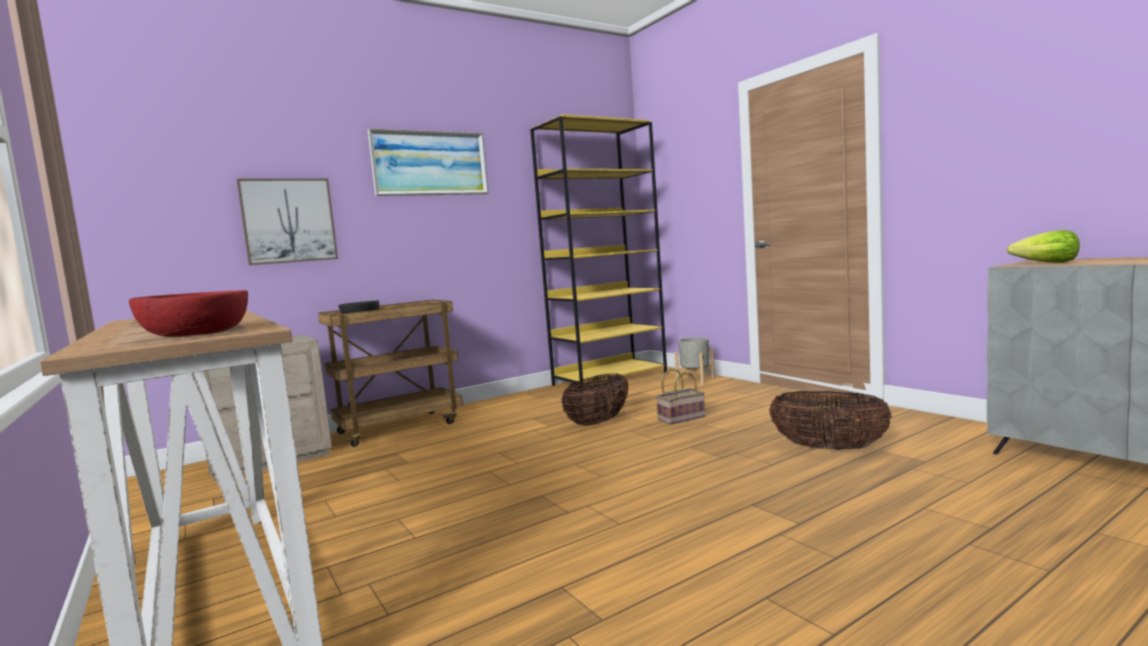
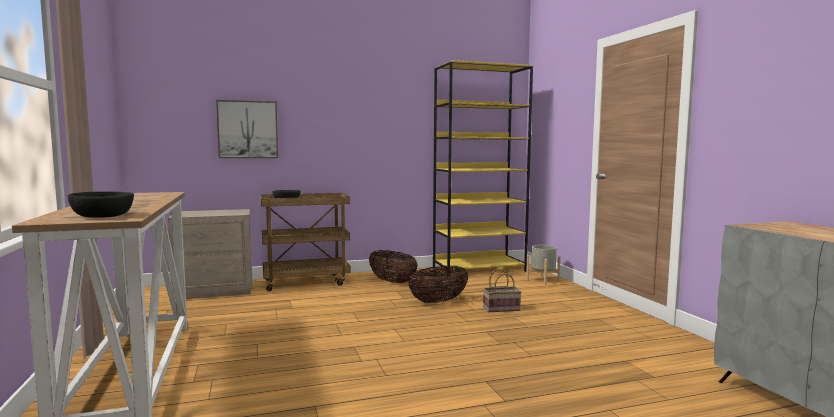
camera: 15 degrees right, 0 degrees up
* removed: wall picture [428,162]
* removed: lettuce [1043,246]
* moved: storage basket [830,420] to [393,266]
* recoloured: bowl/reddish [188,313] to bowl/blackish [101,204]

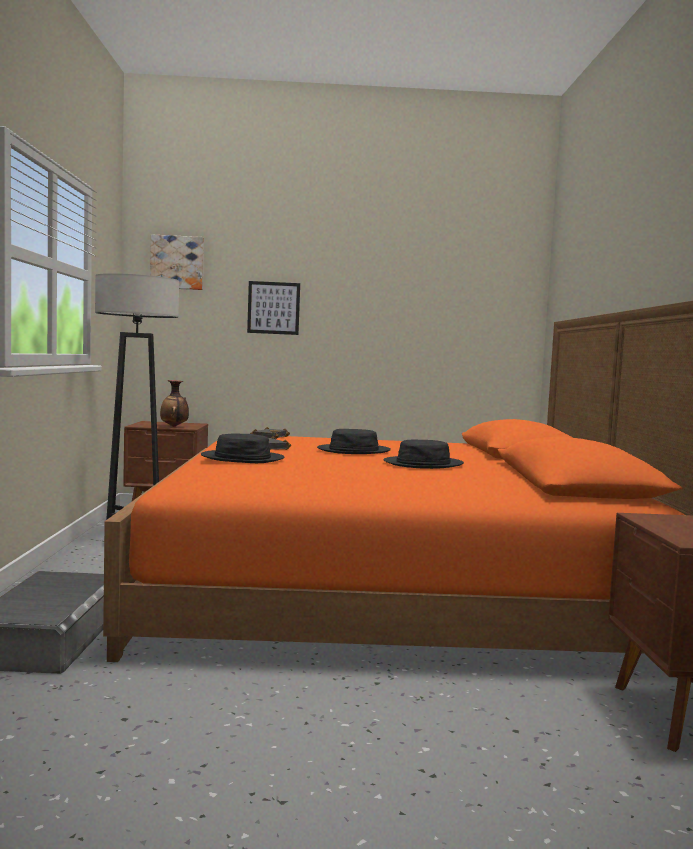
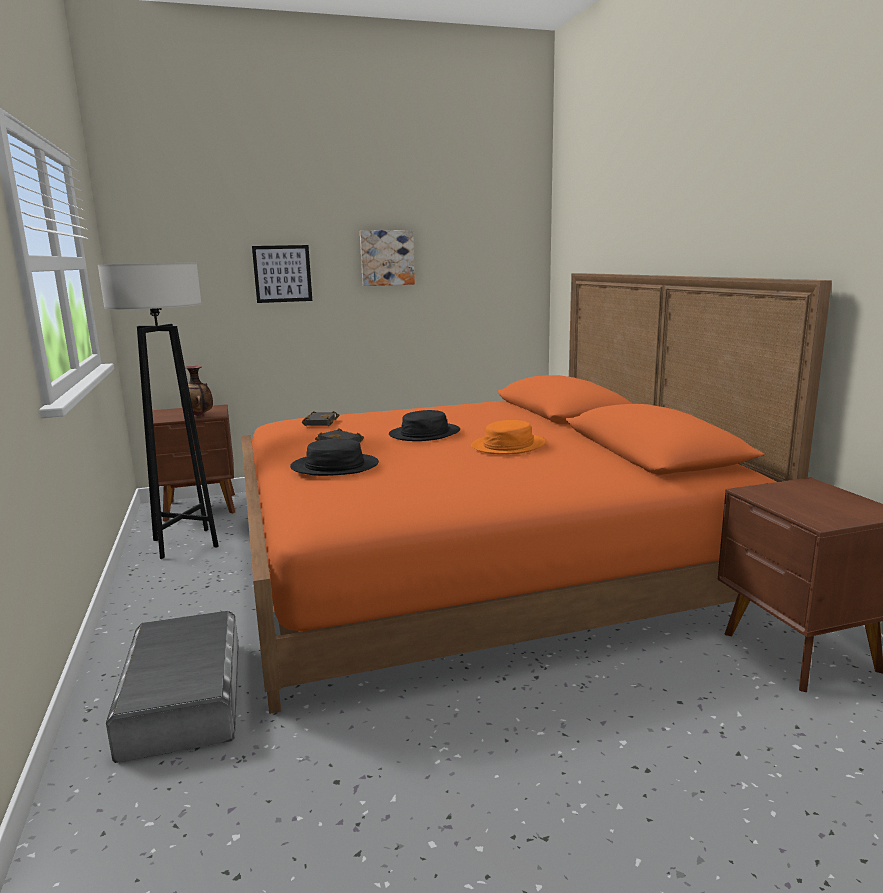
camera: 15 degrees left, 10 degrees up
* moved: wall picture [177,262] to [387,258]
* recoloured: clothing hat/blackish [424,454] to clothing hat/orangey [508,437]

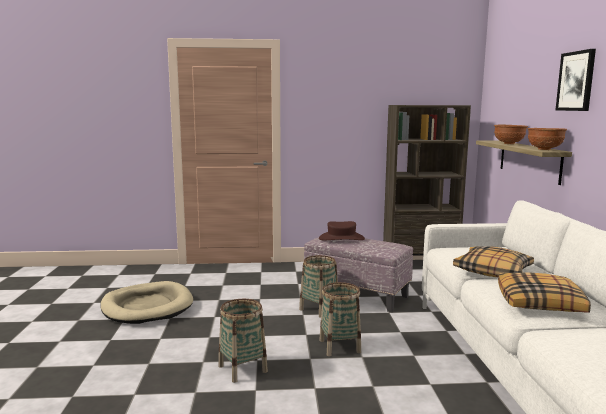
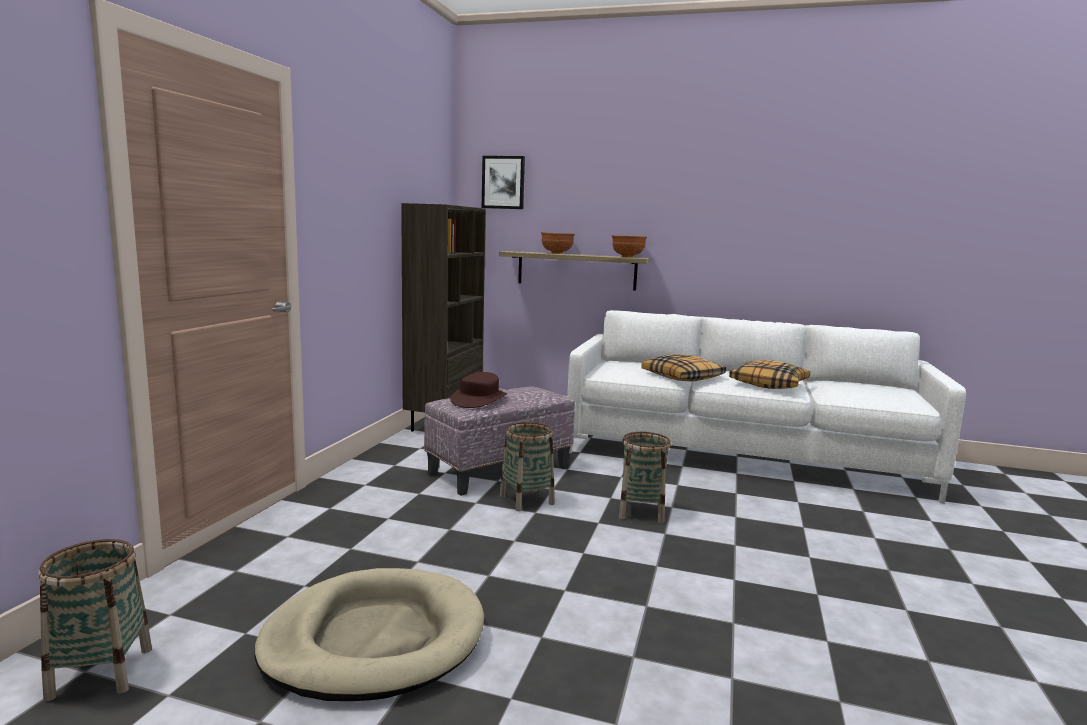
camera: 70 degrees left, 0 degrees up
* moved: storage basket [243,341] to [95,620]
* moved: wall picture [576,80] to [503,182]

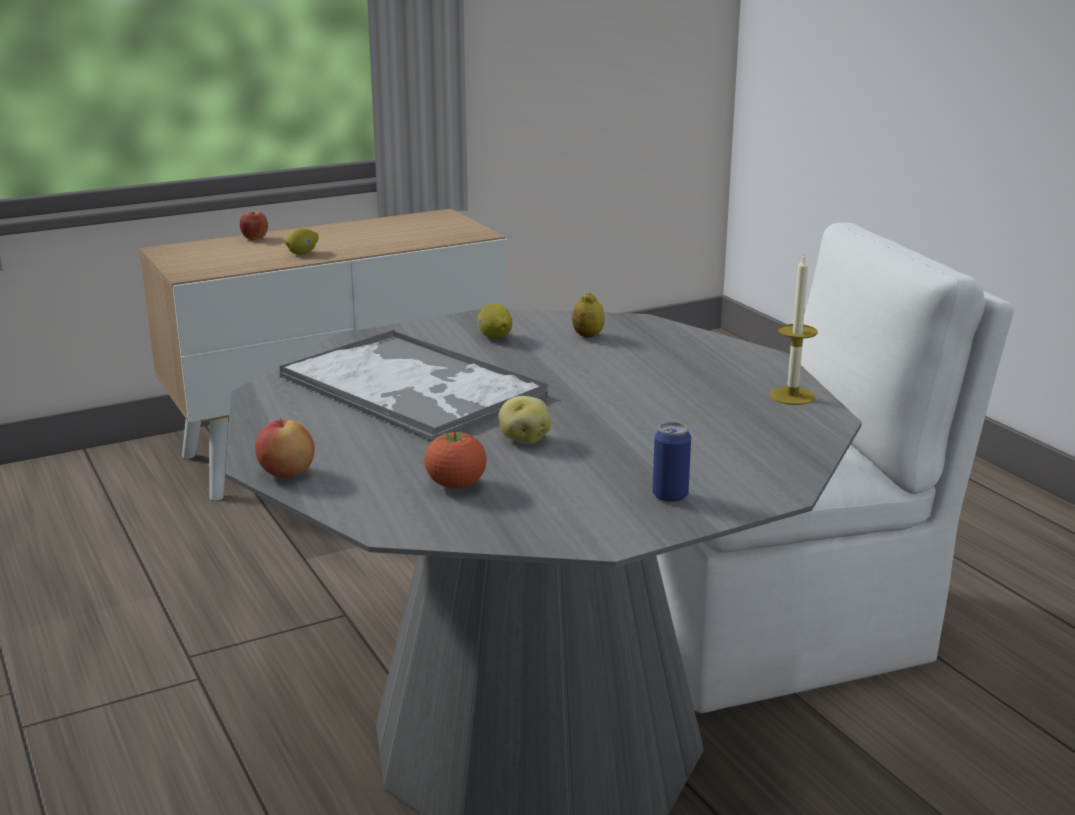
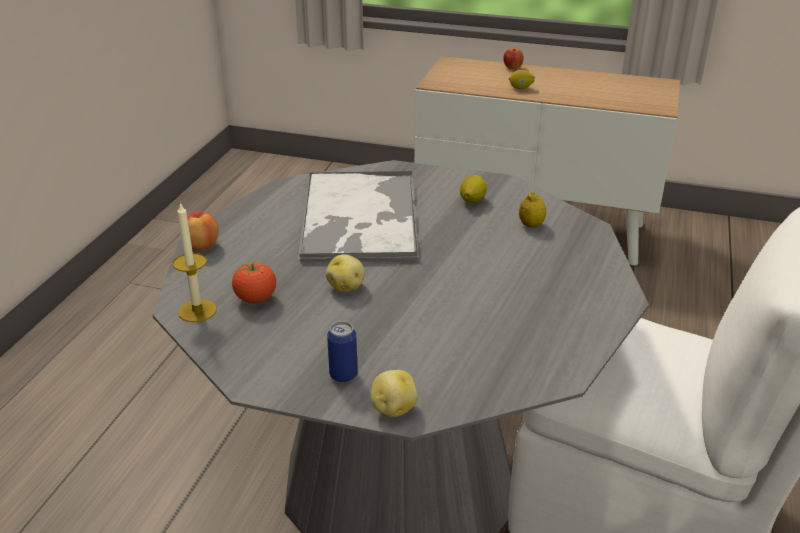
camera: 45 degrees right, 10 degrees up
* added: potato [394,393]
* moved: wax light [794,330] to [195,262]

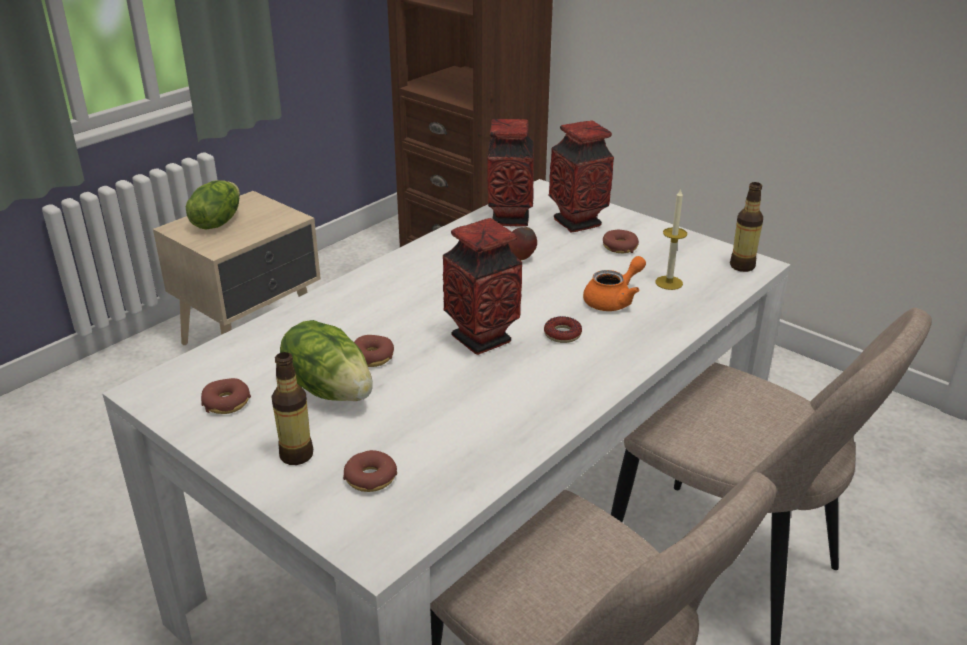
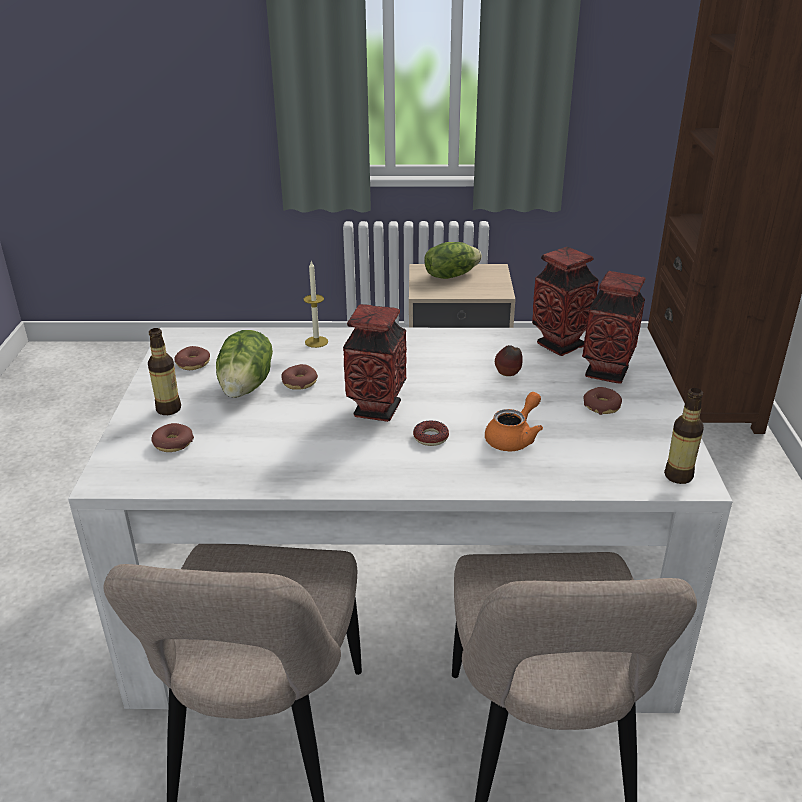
camera: 50 degrees right, 0 degrees up
* moved: wax light [671,239] to [316,304]
* turned: tea pot/orangey [614,283] = [514,421] 60 degrees counterclockwise

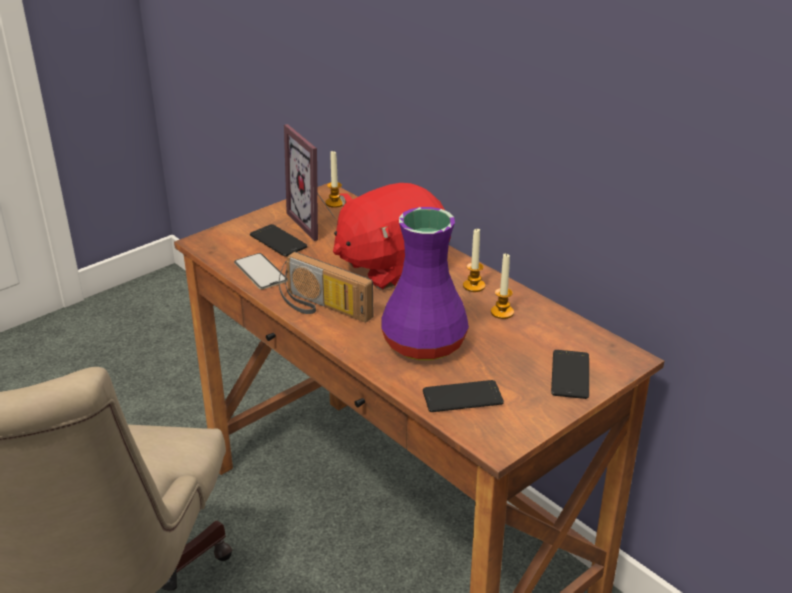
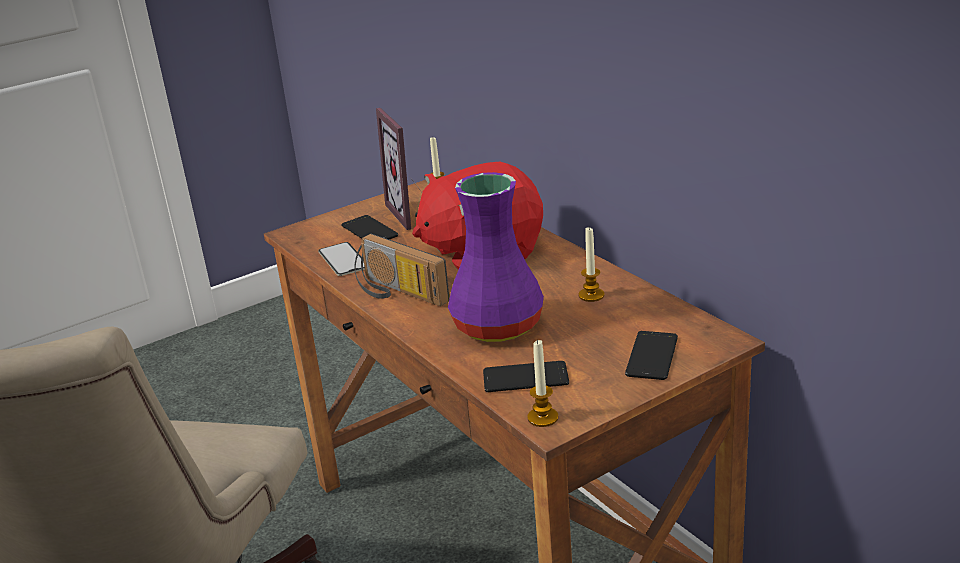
camera: 10 degrees right, 5 degrees down
* moved: wax light [474,260] to [542,383]

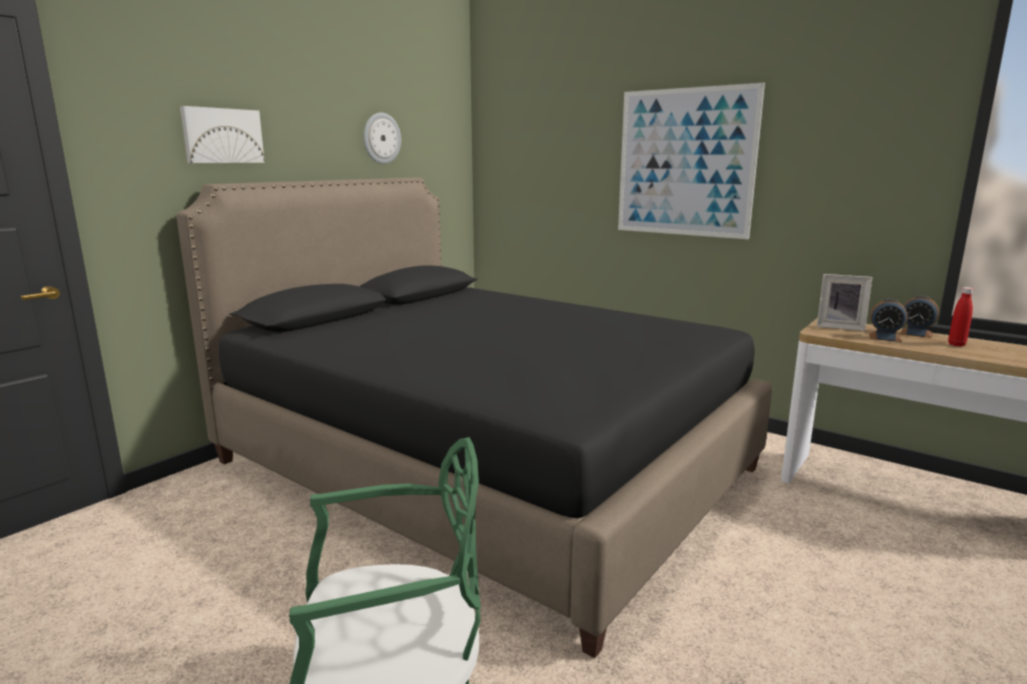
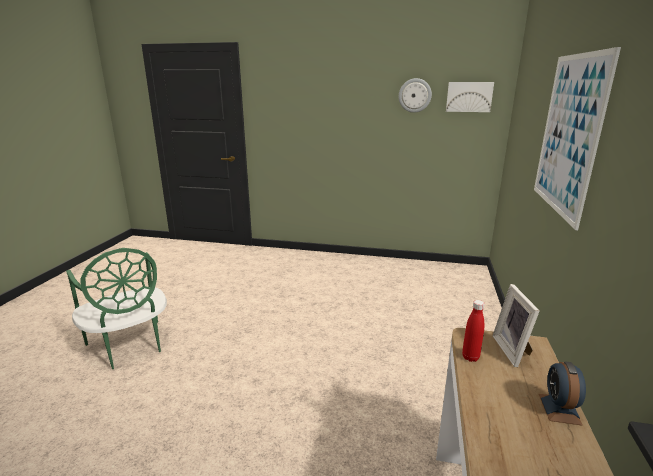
camera: 65 degrees right, 5 degrees up
* removed: sleeping bed/blackish [474,418]
* removed: bedside clock [888,320]
* moved: wall picture [222,134] to [470,97]
* moved: bottle/reddish [960,317] to [473,331]

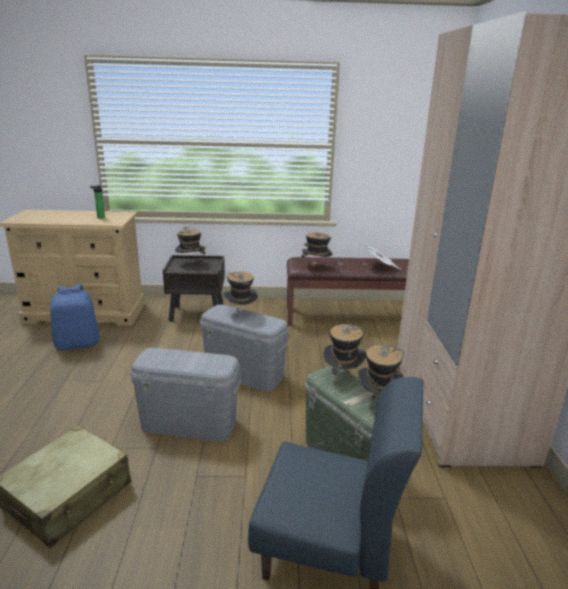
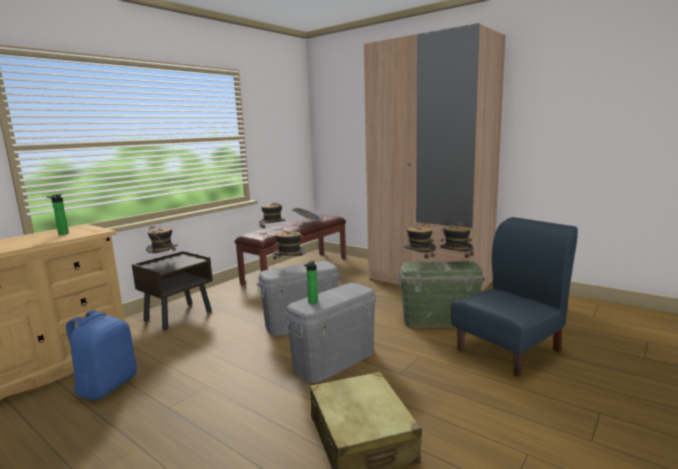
camera: 50 degrees left, 10 degrees down
* added: bottle [311,282]

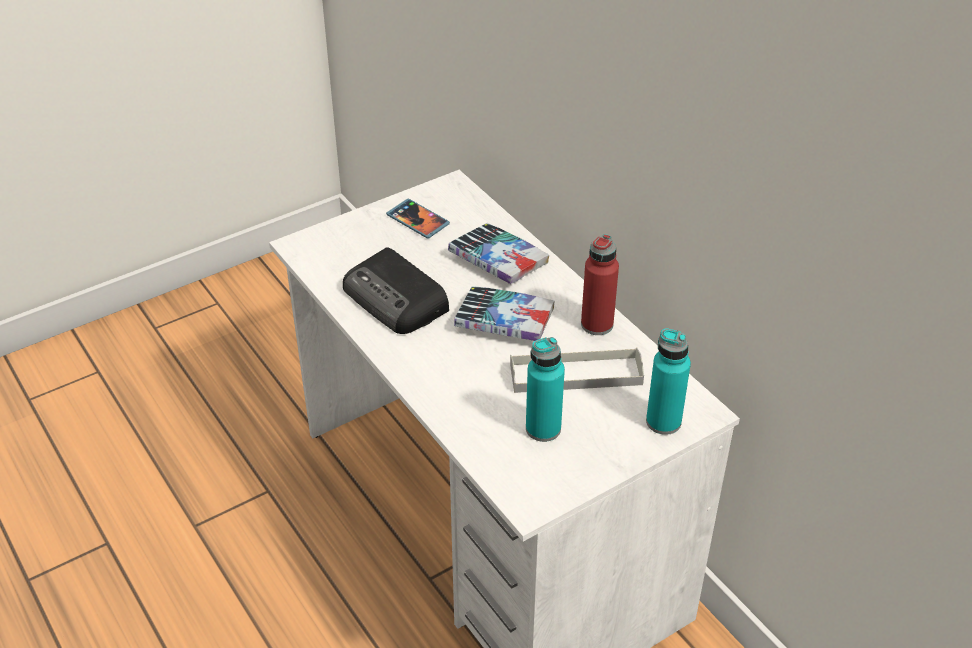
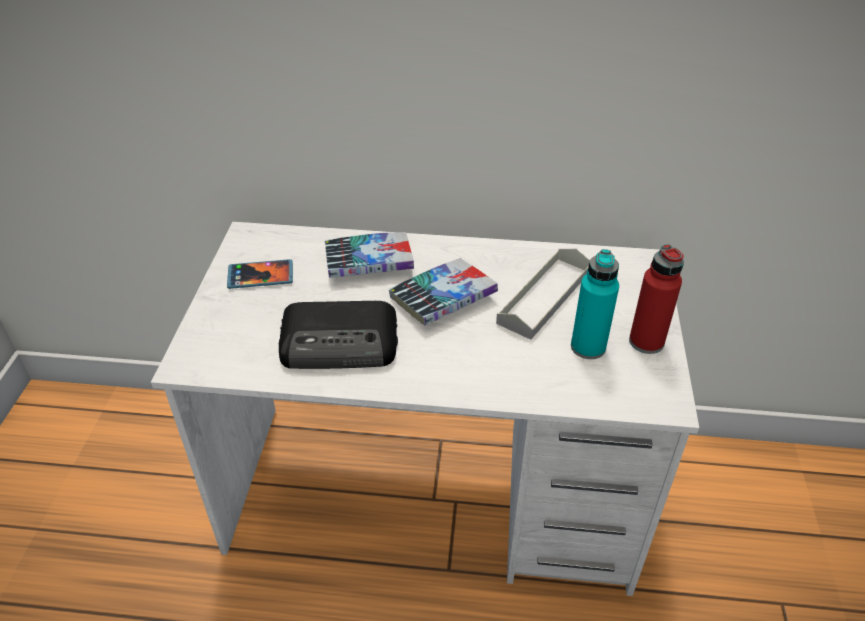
camera: 50 degrees left, 0 degrees up
* removed: bottle/turquoise-coloured [668,381]
* moved: bottle/reddish [600,284] to [656,299]

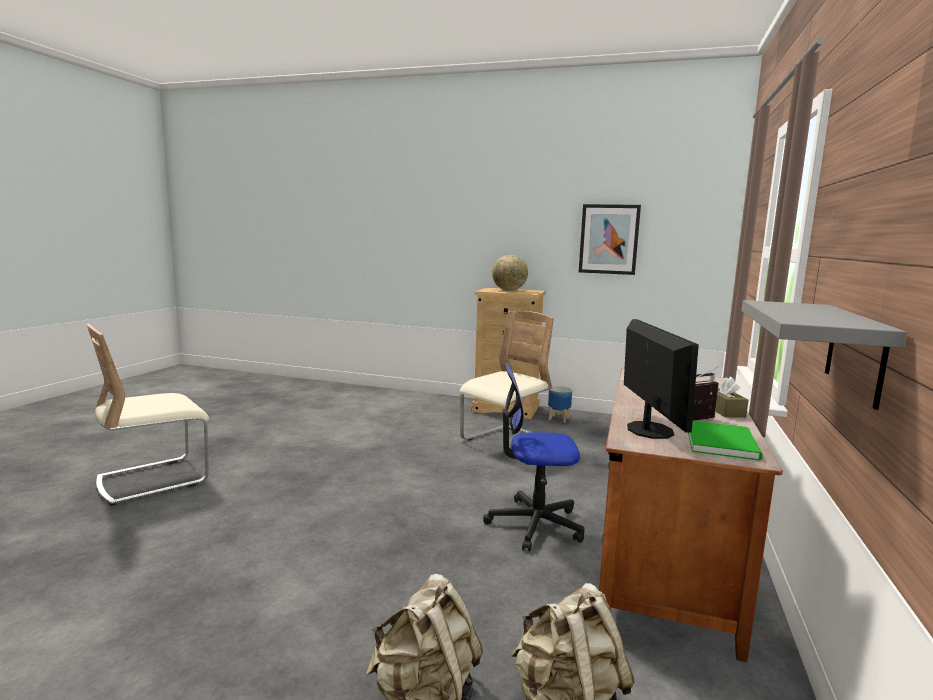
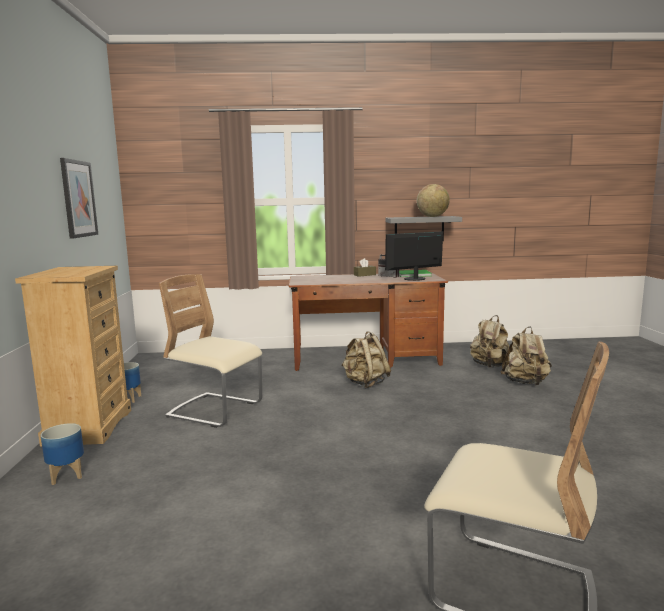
camera: 110 degrees left, 0 degrees up
* added: flower pot [62,454]
* moved: world globe [510,273] to [433,200]
* replaced: office chair [534,457] to rucksack/beige-coloured [366,359]

